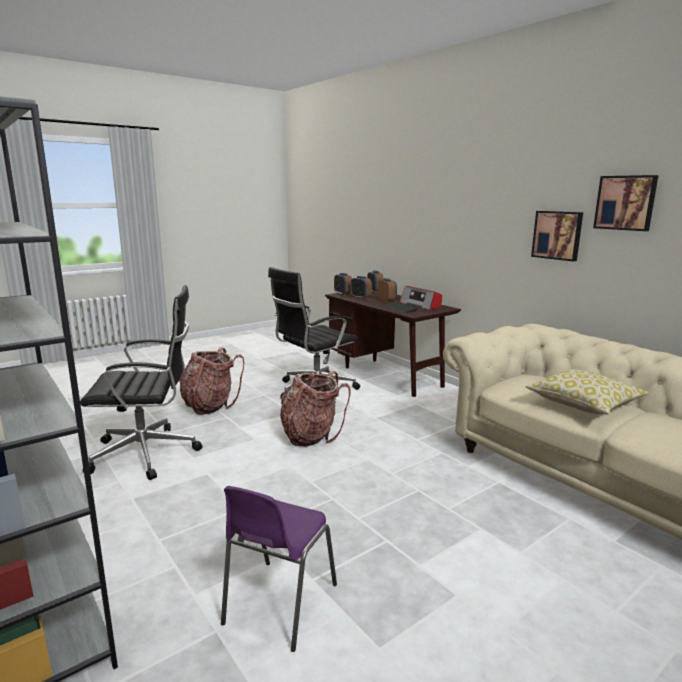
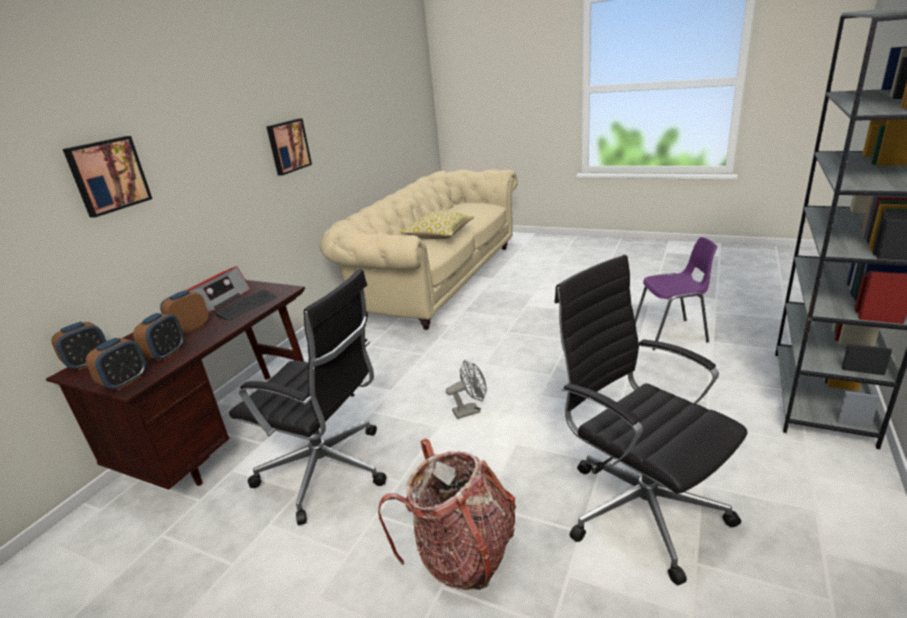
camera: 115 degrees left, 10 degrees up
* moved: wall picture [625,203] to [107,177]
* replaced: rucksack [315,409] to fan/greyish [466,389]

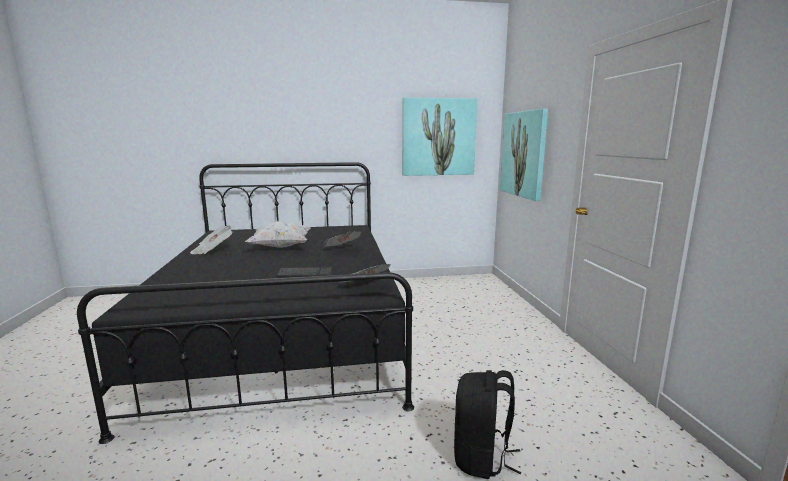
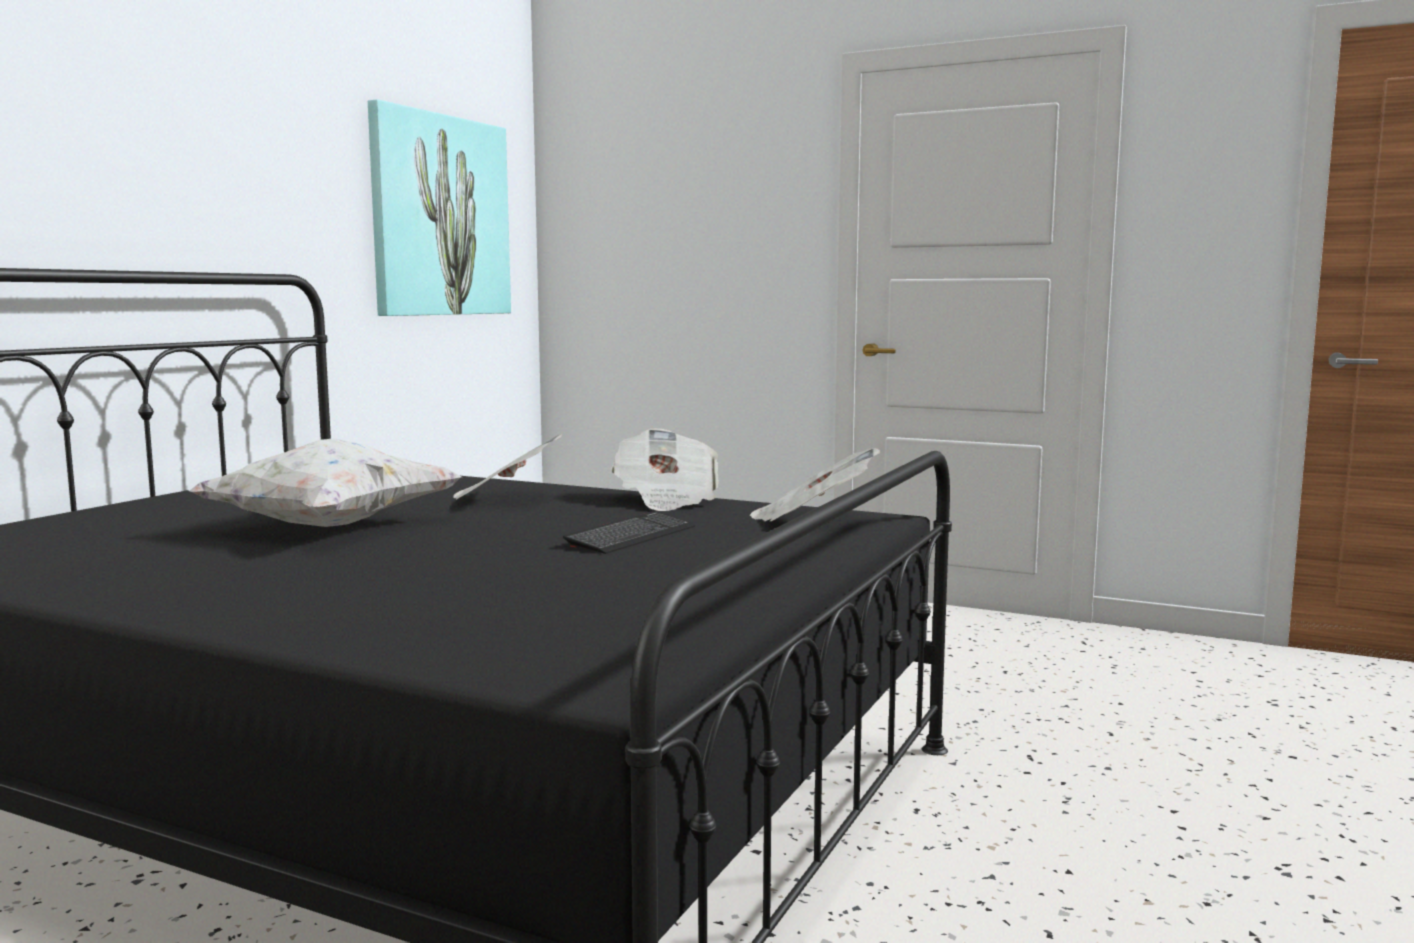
camera: 55 degrees left, 5 degrees down
* removed: rucksack/blackish [487,424]
* removed: wall picture [524,155]
* moved: newspaper [211,239] to [665,469]

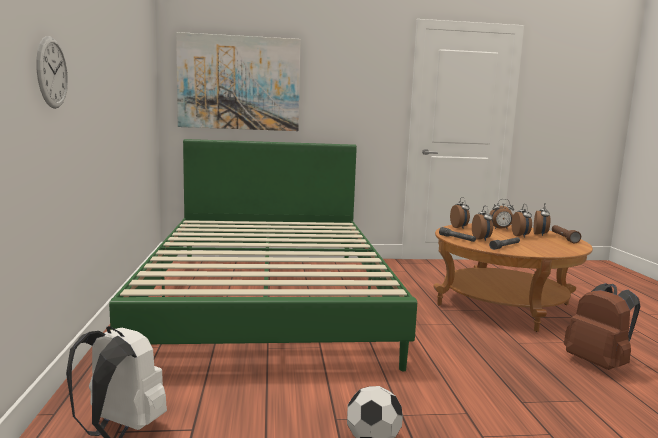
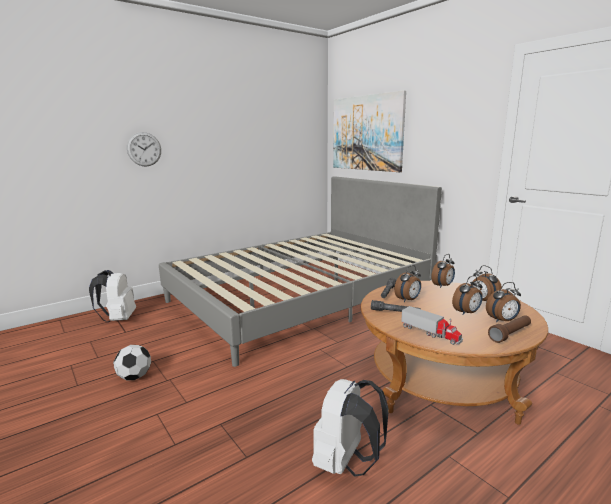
camera: 60 degrees right, 5 degrees up
* added: toy truck [432,325]
* recoloured: sleeping bed/green [263,255] to sleeping bed/greyish [300,271]
* recoloured: rucksack/brownish [602,326] to rucksack/white-coloured [350,428]

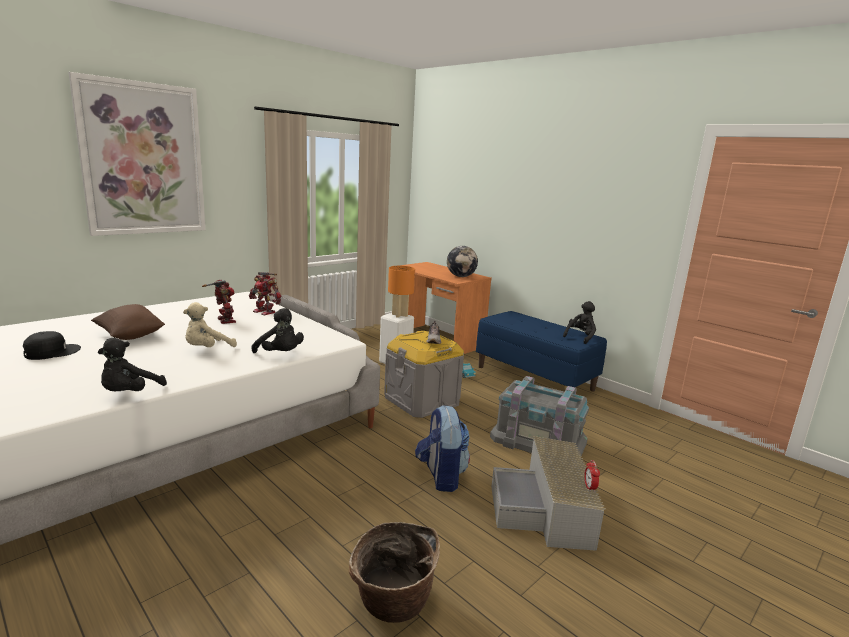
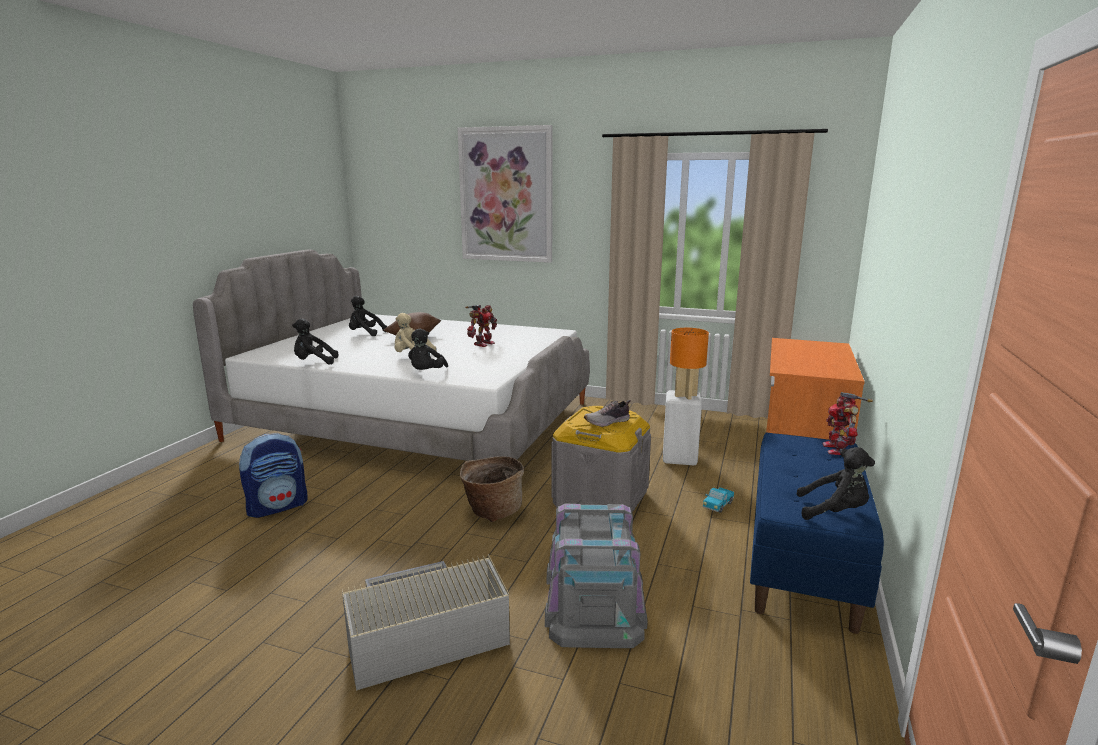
camera: 65 degrees right, 0 degrees up
* removed: world globe [462,261]
* removed: bedside clock [592,476]
* moved: robot figure [265,293] to [848,423]
* moved: storage basket [394,572] to [492,489]
* moved: rucksack [442,448] to [273,475]
* replaced: cap/blackish [52,345] to soft toy/blackish [368,316]

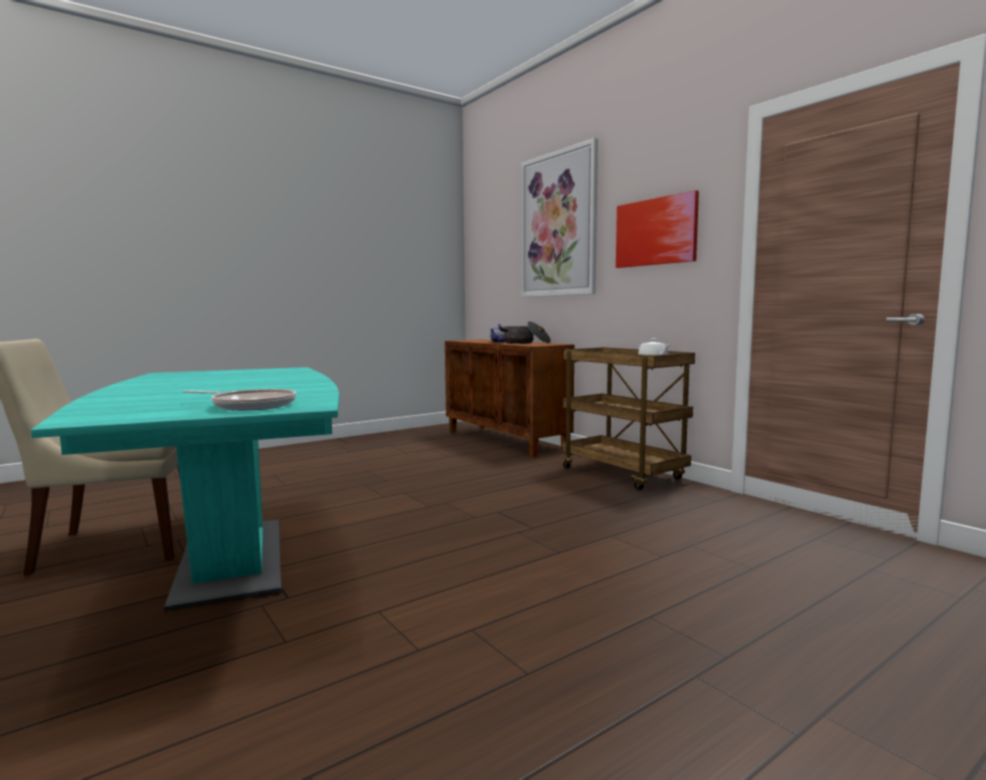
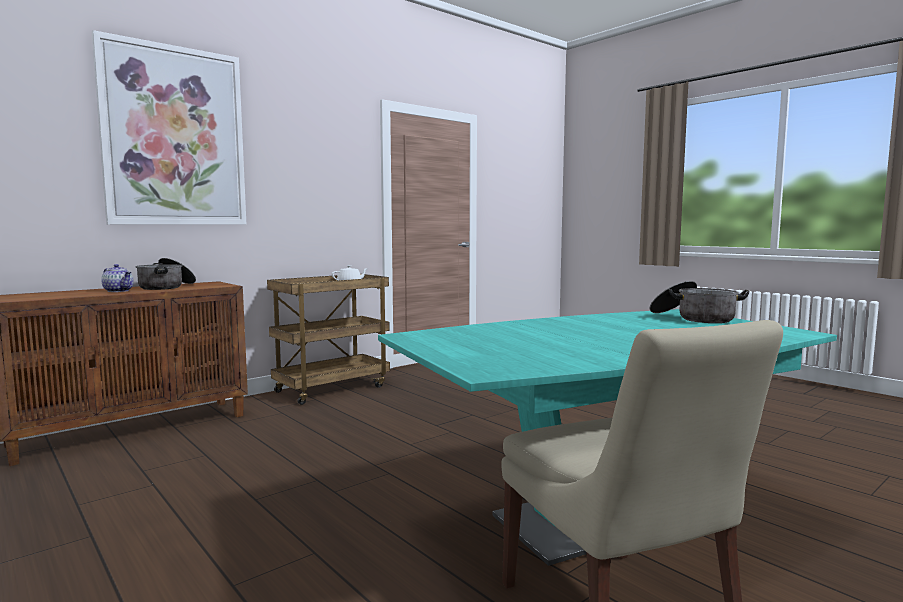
camera: 95 degrees left, 0 degrees up
* removed: wall picture [657,229]
* replaced: pan [239,400] to saucepot [699,302]

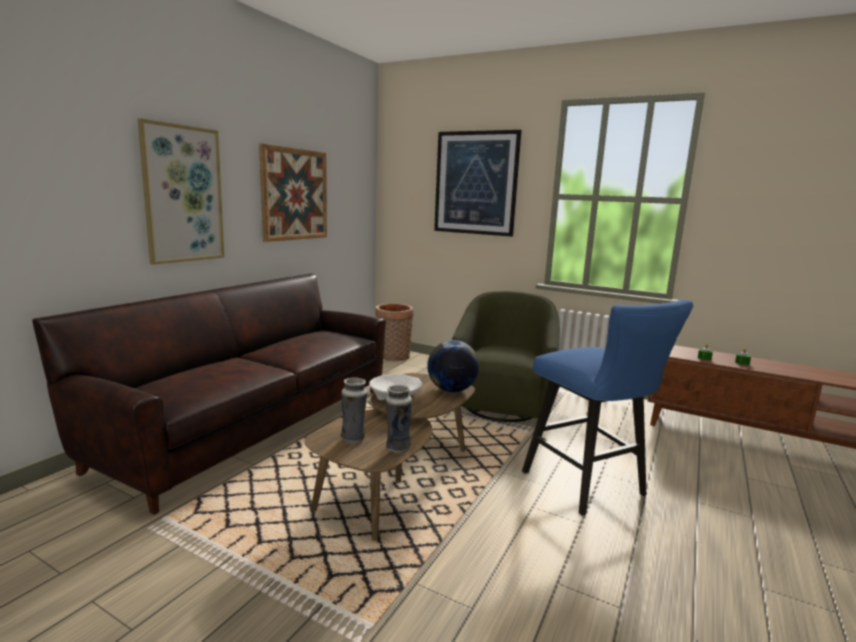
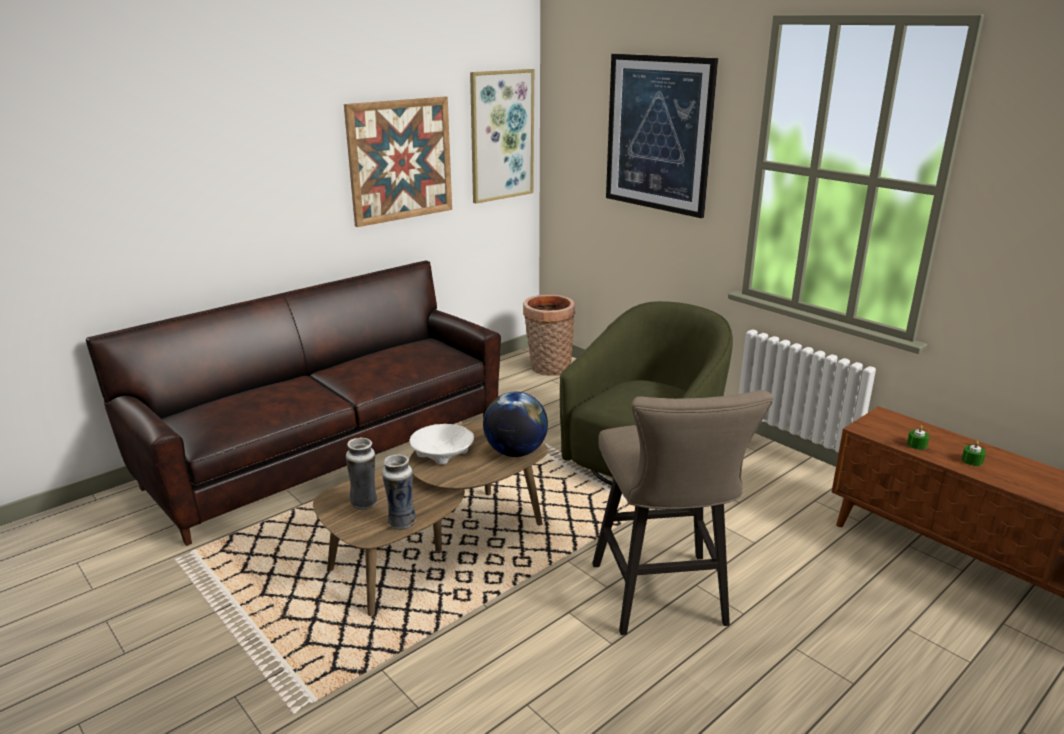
camera: 20 degrees right, 10 degrees up
* moved: wall picture [181,191] to [502,136]
* recoloured: stool/blue [607,407] to stool/beige-coloured [682,512]

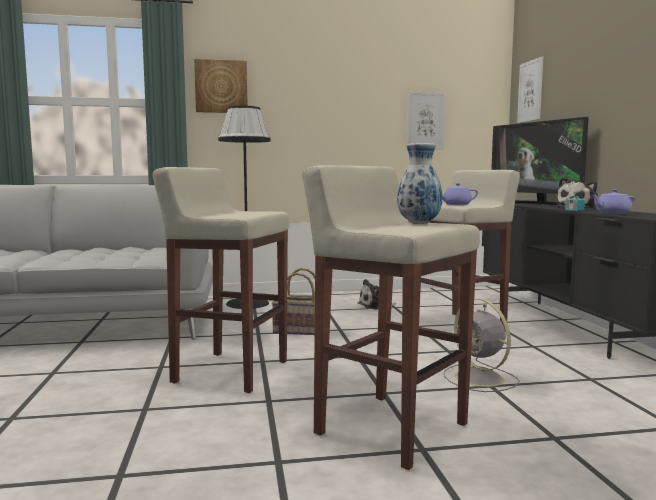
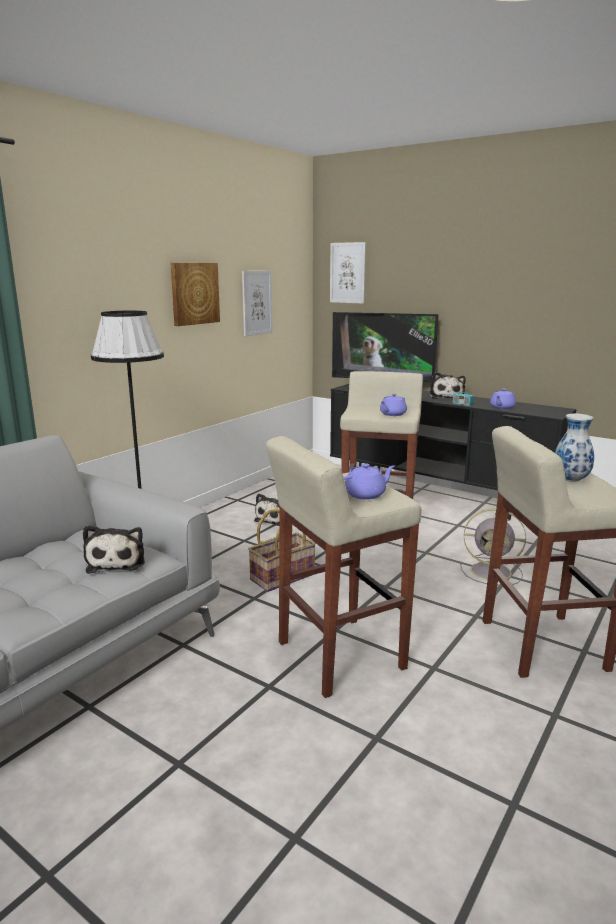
camera: 45 degrees left, 10 degrees up
* added: soft toy [114,549]
* added: tea pot/purple [369,481]
* moved: wall picture [221,86] to [195,294]

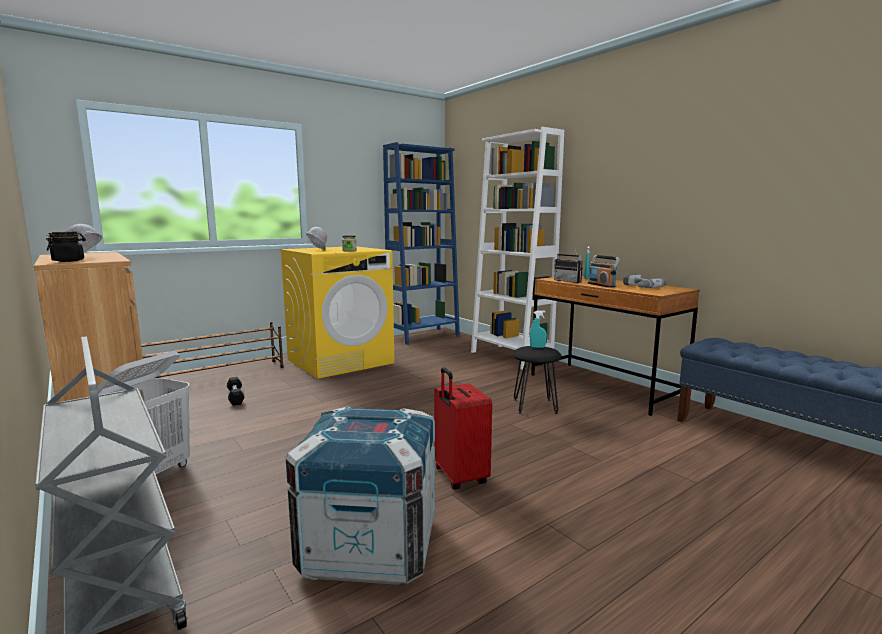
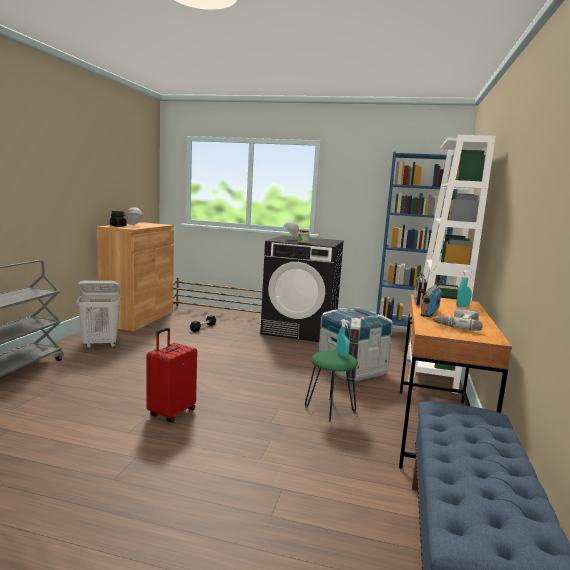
camera: 50 degrees right, 0 degrees up
* moved: packing crate [360,496] to [355,344]
* recoloured: laundry machine/yellowish [337,313] to laundry machine/blackish [302,288]
* recoloured: stool/blackish [537,380] to stool/green [331,386]

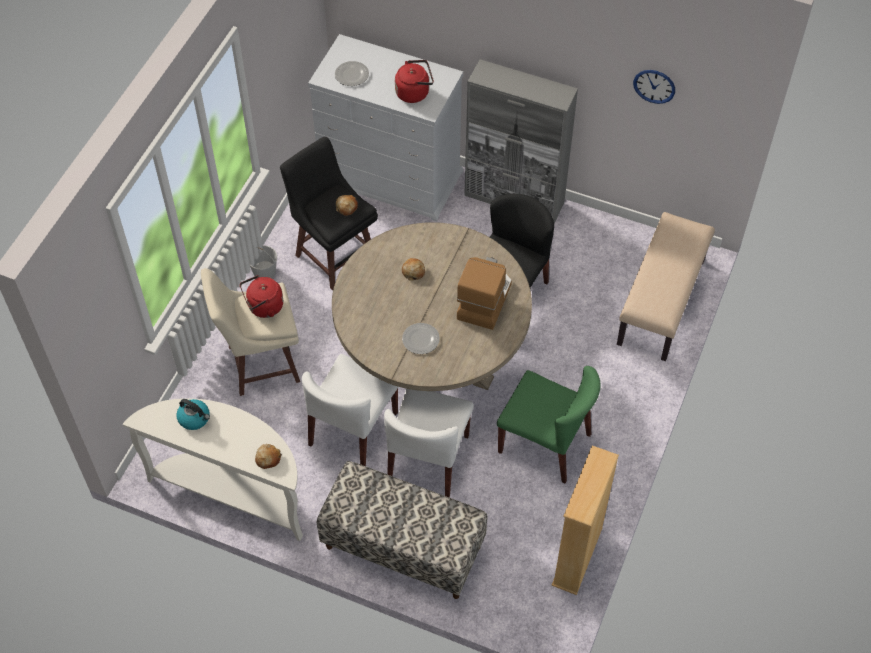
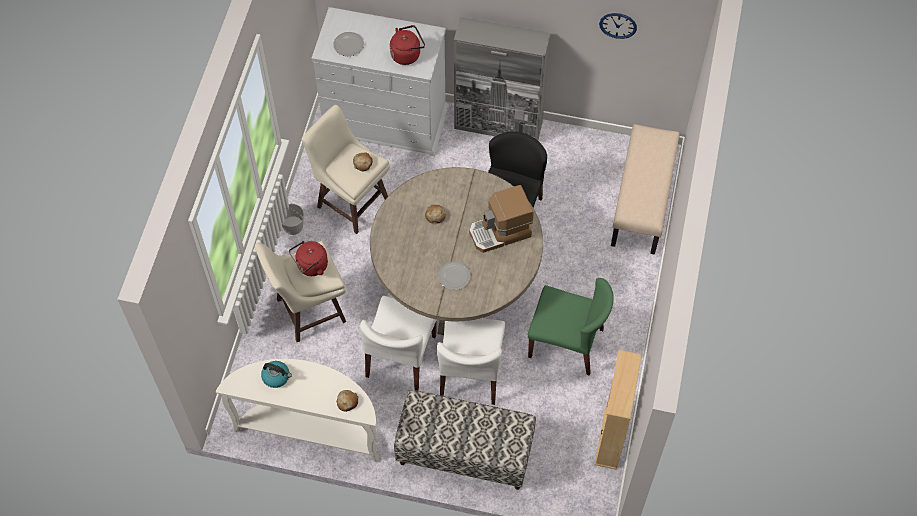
camera: 10 degrees left, 5 degrees up
* recoloured: stool/blackish [329,213] to stool/beige-coloured [346,169]
* turned: coffee maker [484,293] = [501,219] 120 degrees counterclockwise

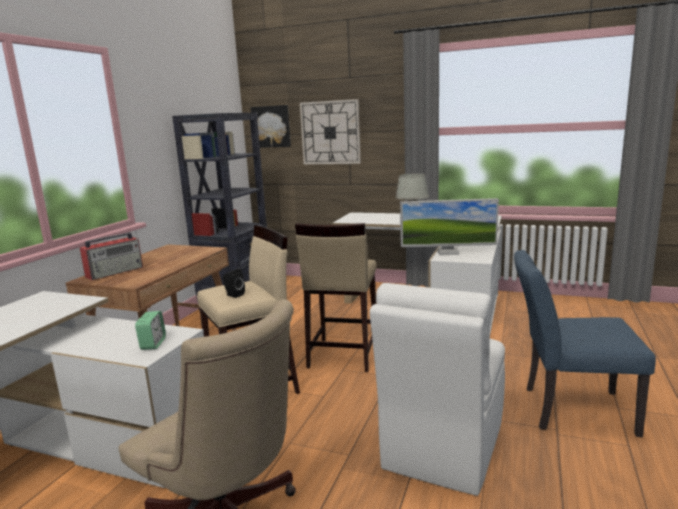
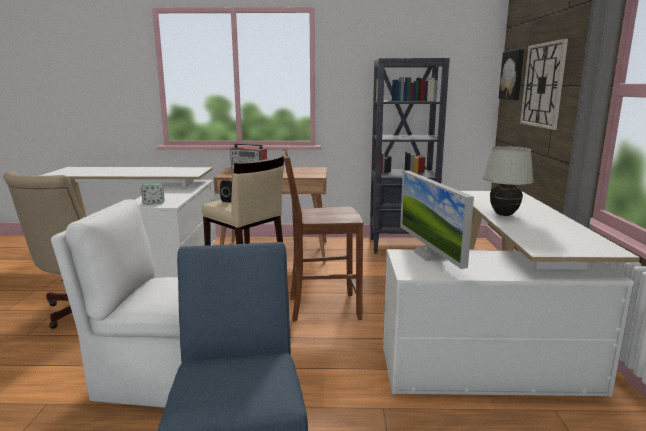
camera: 70 degrees right, 0 degrees up
* replaced: stool/beige-coloured [336,297] to upright chair/brownish [322,235]

